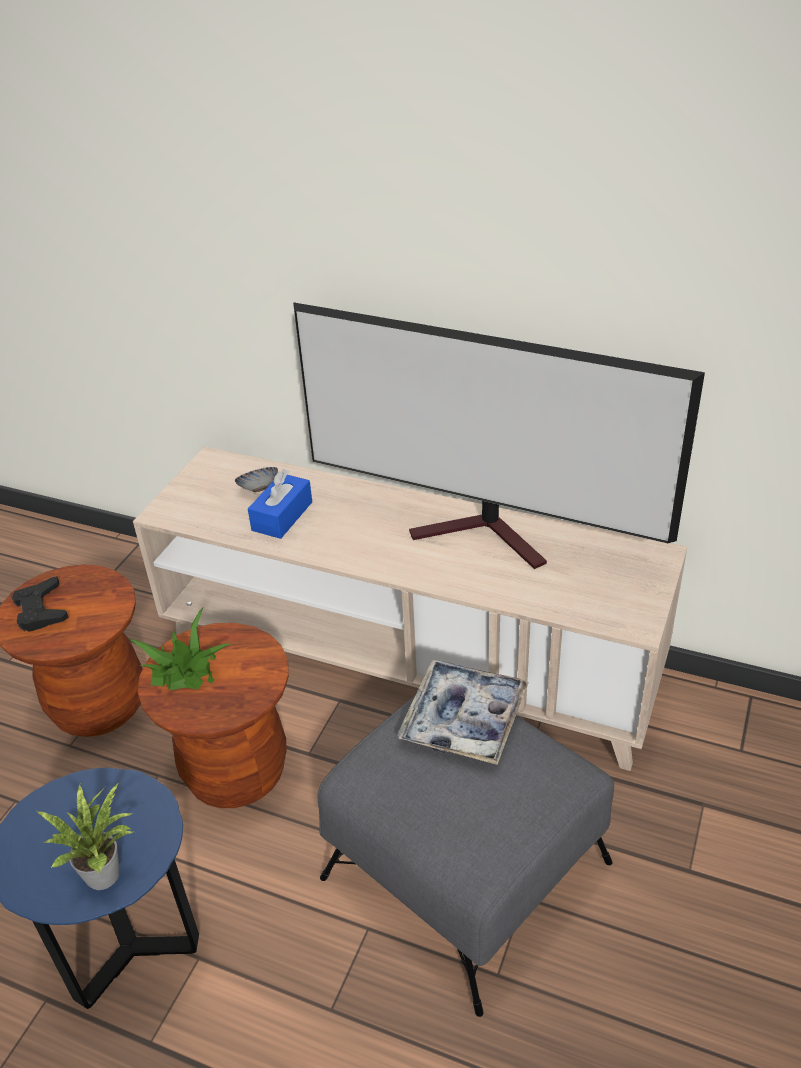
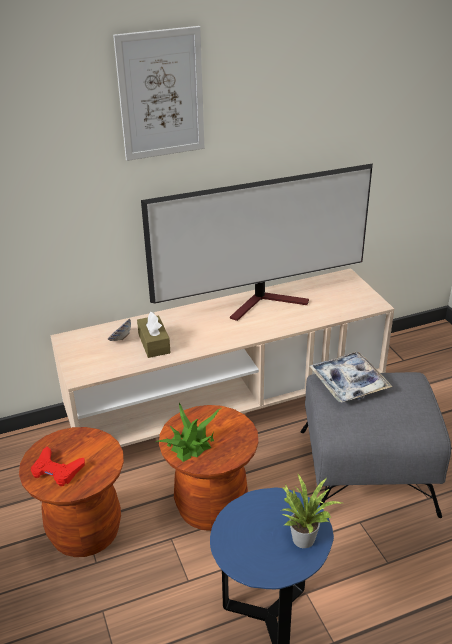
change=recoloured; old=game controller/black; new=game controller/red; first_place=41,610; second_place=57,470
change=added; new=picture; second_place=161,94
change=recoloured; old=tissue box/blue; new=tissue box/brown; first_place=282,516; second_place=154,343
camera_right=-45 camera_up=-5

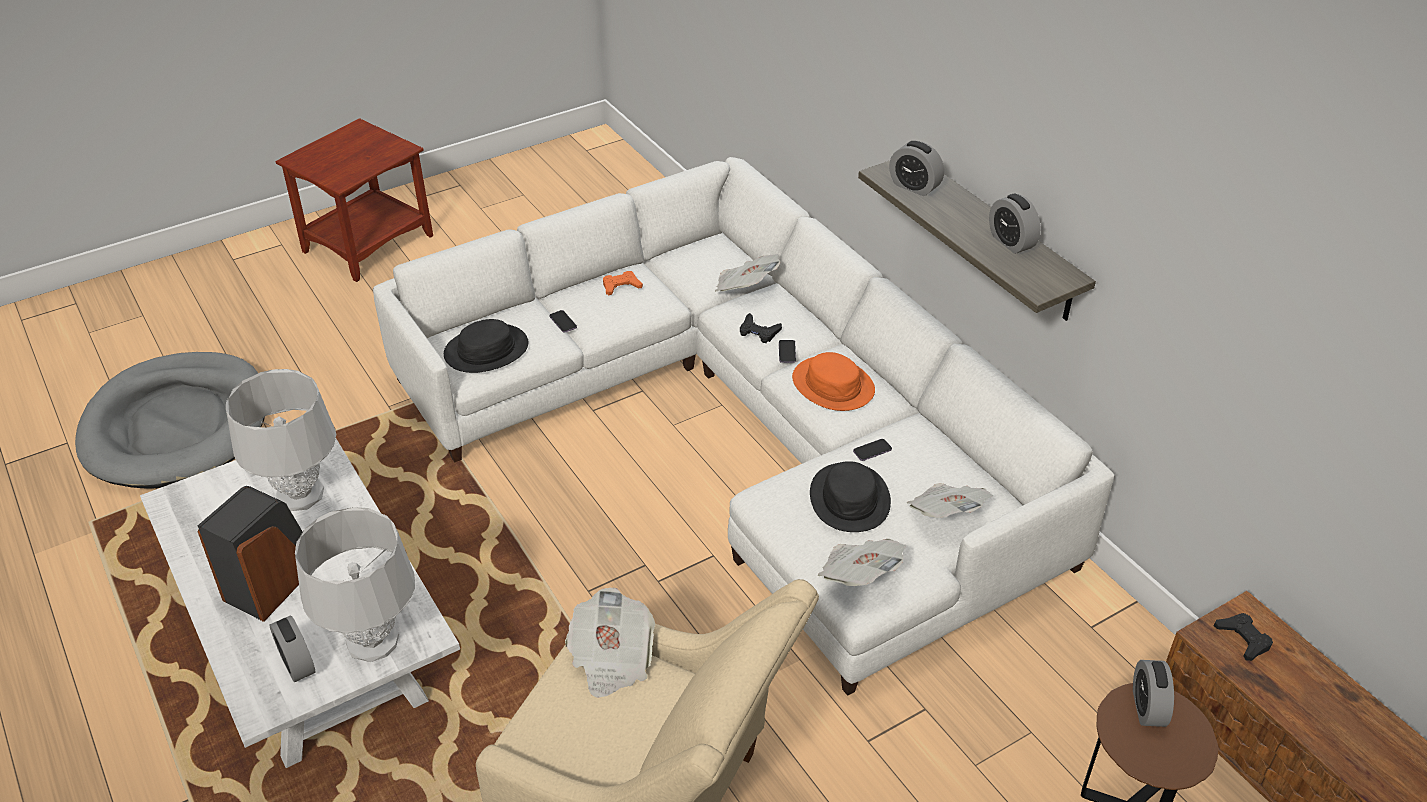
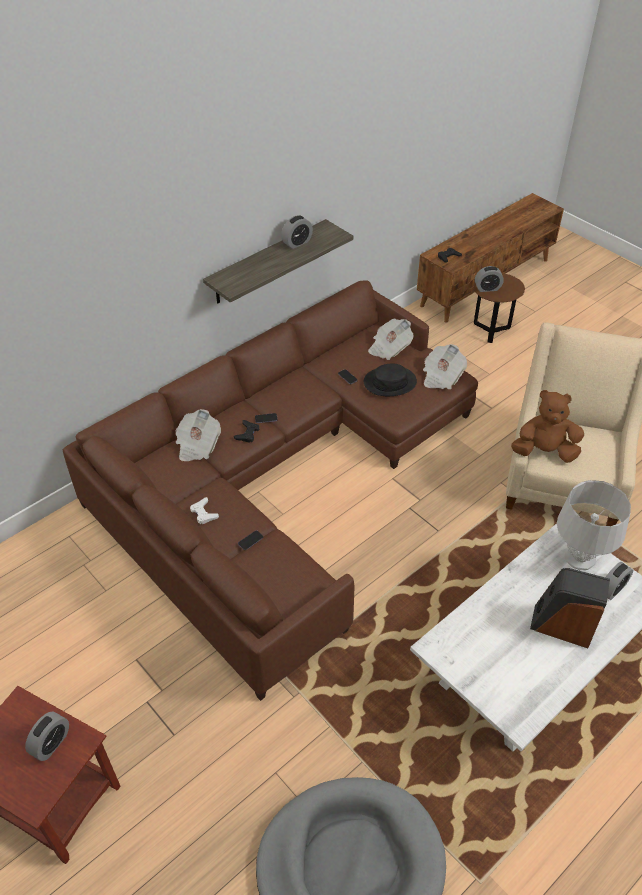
change=moved; old=alarm clock; first_place=914,186; second_place=51,743
change=recoloured; old=sofa/white; new=sofa/brown; first_place=746,427; second_place=278,477
change=recoloured; old=game controller/orange; new=game controller/white; first_place=621,286; second_place=203,513
change=replaced; old=newspaper; new=plush toy/brown; first_place=611,659; second_place=544,451
change=removed; old=table lamp/grey; first_place=300,494
change=removed; old=hat/black; first_place=486,350
change=removed; old=hat/orange; first_place=833,385
camera_right=-100 camera_up=5

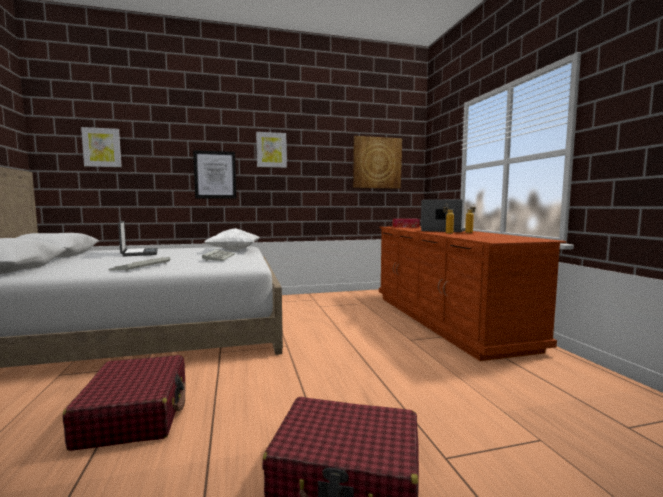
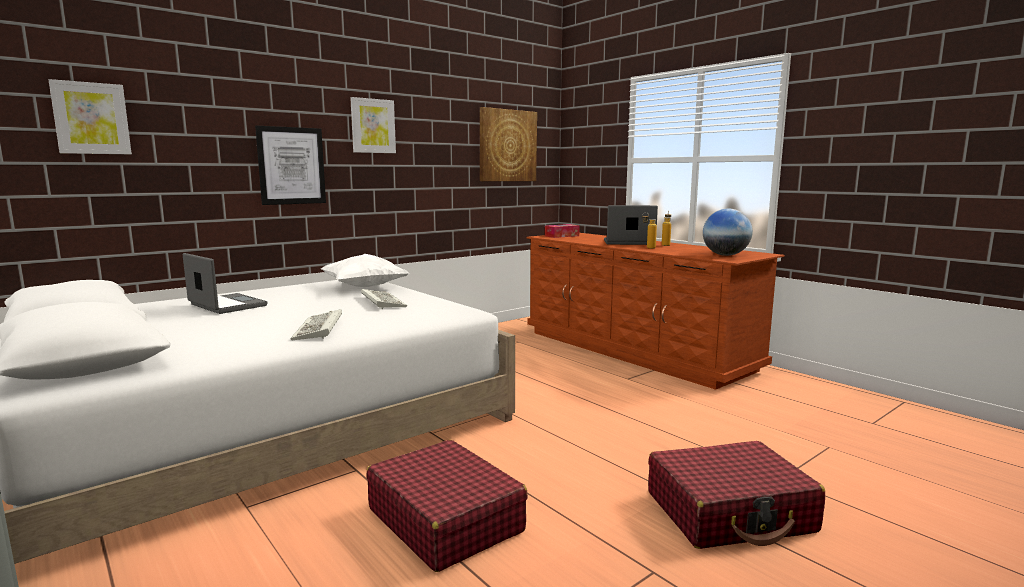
change=added; new=globe; second_place=725,255
camera_right=-25 camera_up=5

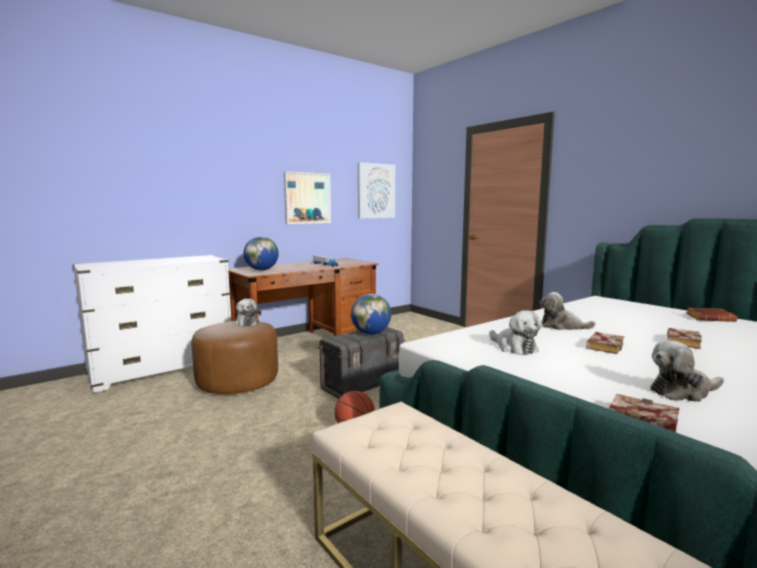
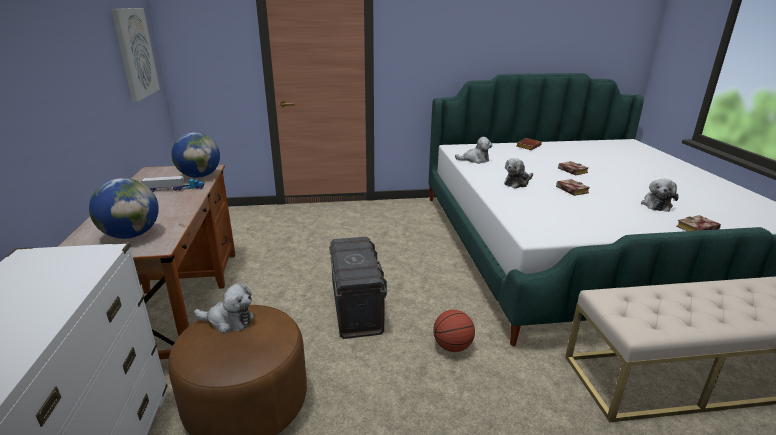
change=moved; old=globe; first_place=371,333; second_place=199,176
change=moved; old=plush toy; first_place=514,347; second_place=475,160
change=removed; old=picture; first_place=307,198
camera_right=-60 camera_up=15

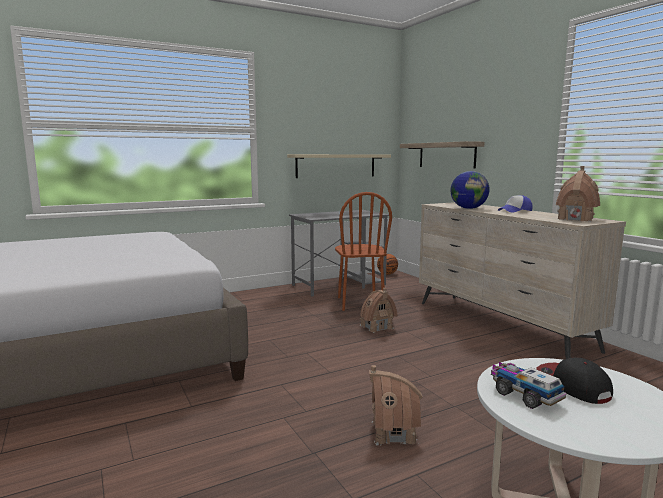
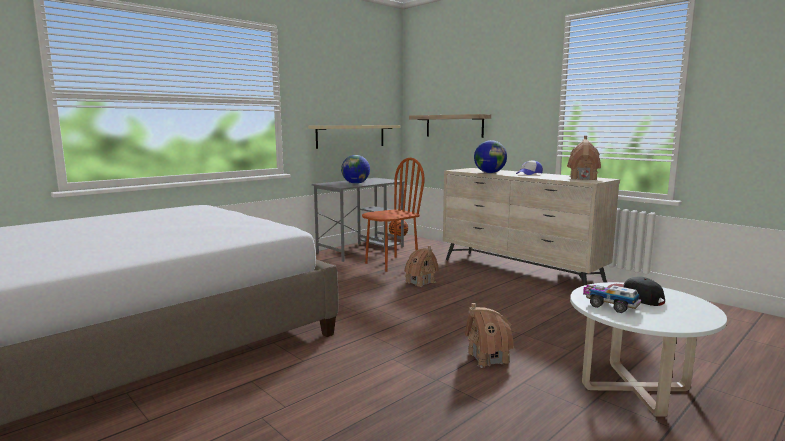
change=added; new=globe; second_place=356,183
change=turned; old=chair/brown; first_place=360,303; second_place=391,264; degrees=-105
camera_right=-15 camera_up=0

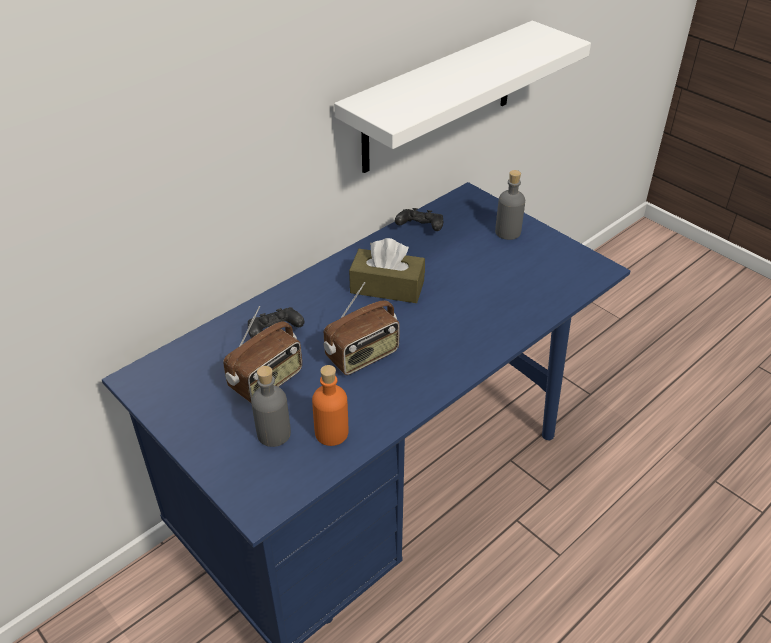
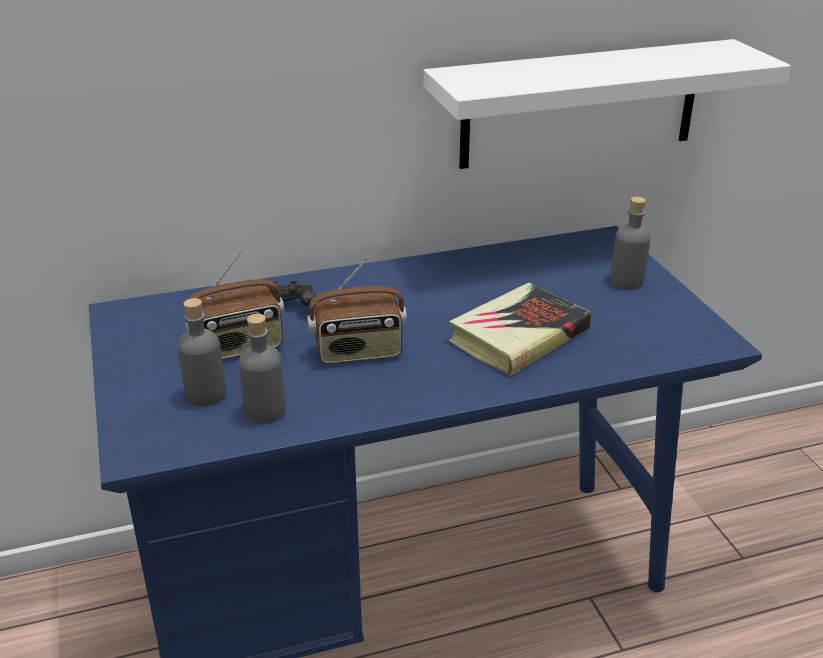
change=recoloured; old=bottle/orange; new=bottle/grey; first_place=331,433; second_place=265,411
change=added; new=book; second_place=519,336
change=removed; old=tissue box/brown; first_place=387,287
change=removed; old=game controller/black; first_place=420,229
camera_right=25 camera_up=-10

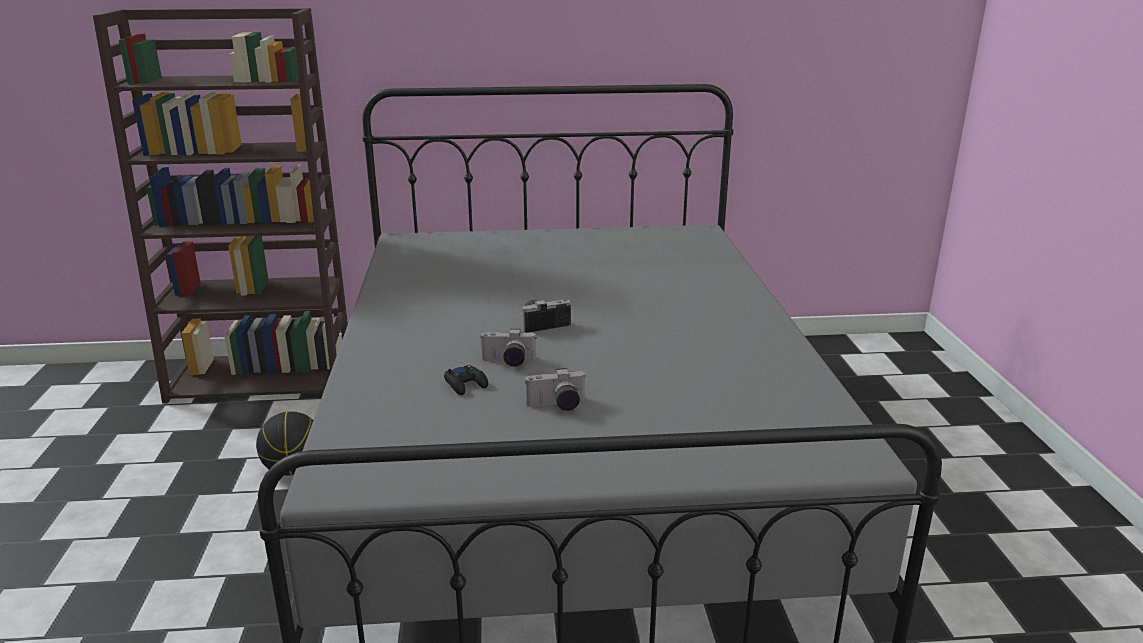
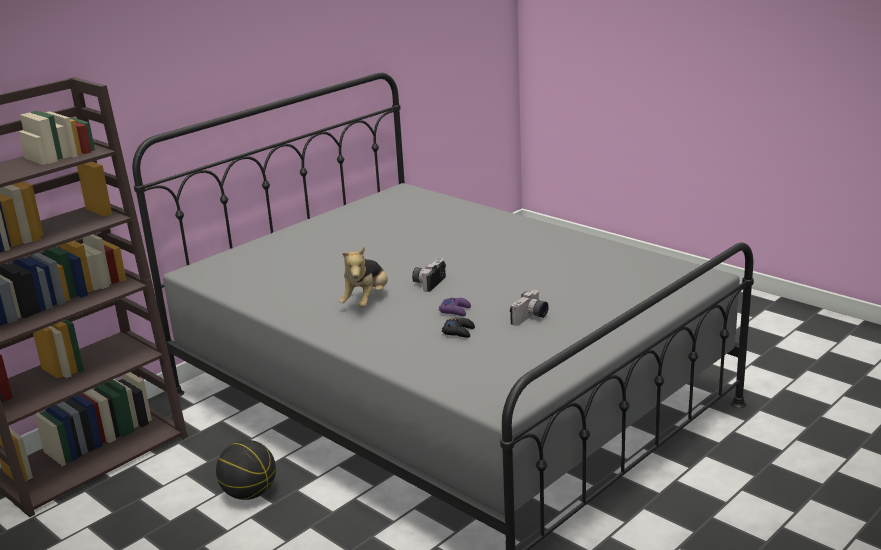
change=added; new=plush toy; second_place=366,301
change=replaced; old=photo camera; new=game controller/purple; first_place=508,362; second_place=455,310
camera_right=-40 camera_up=0

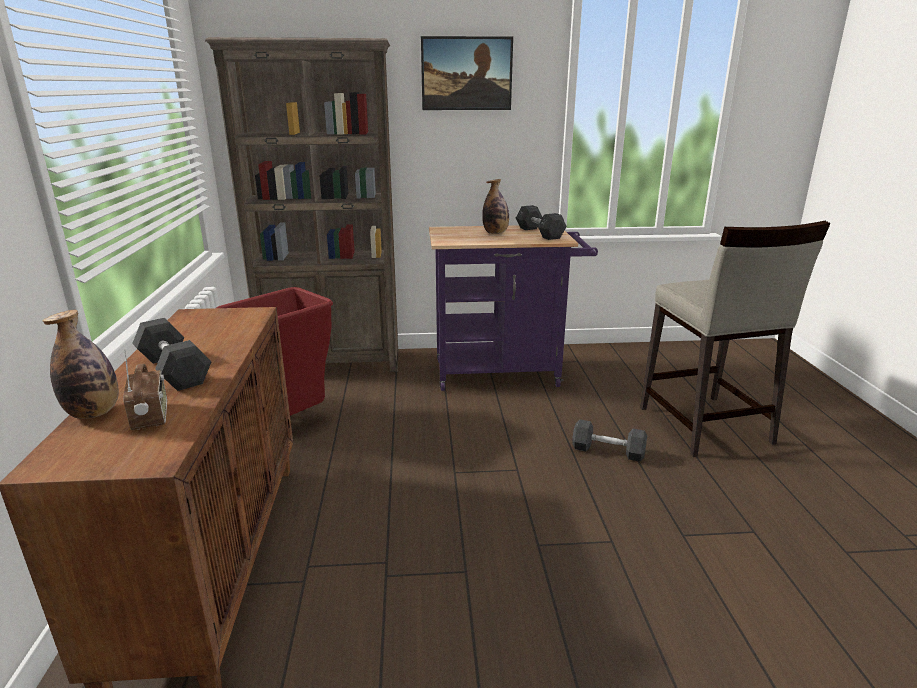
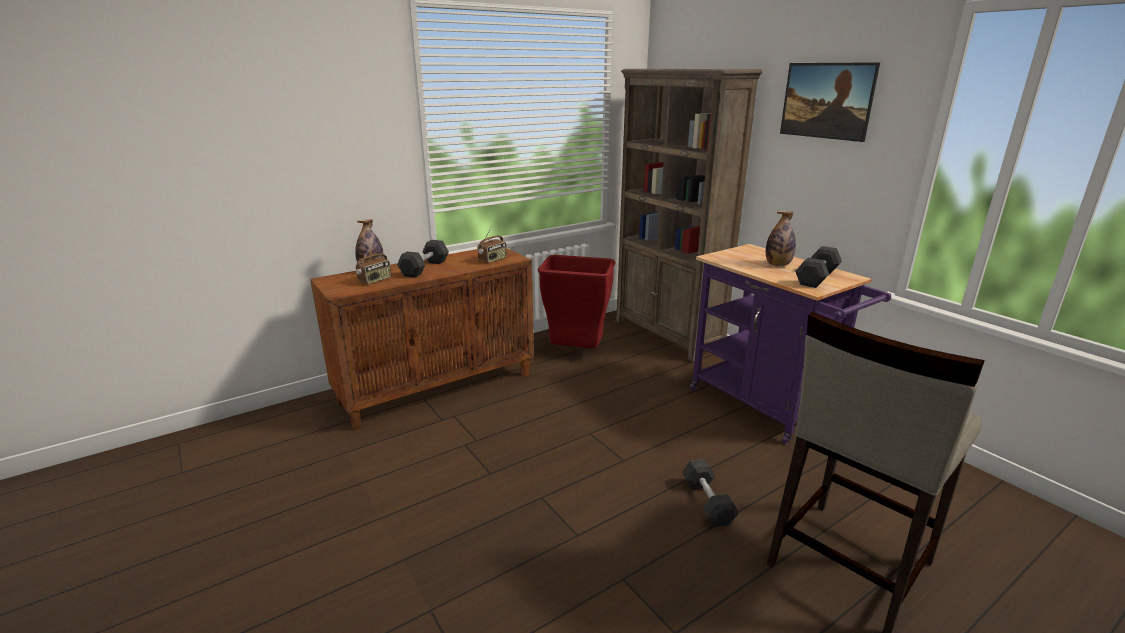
change=added; new=radio; second_place=493,260
camera_right=60 camera_up=0

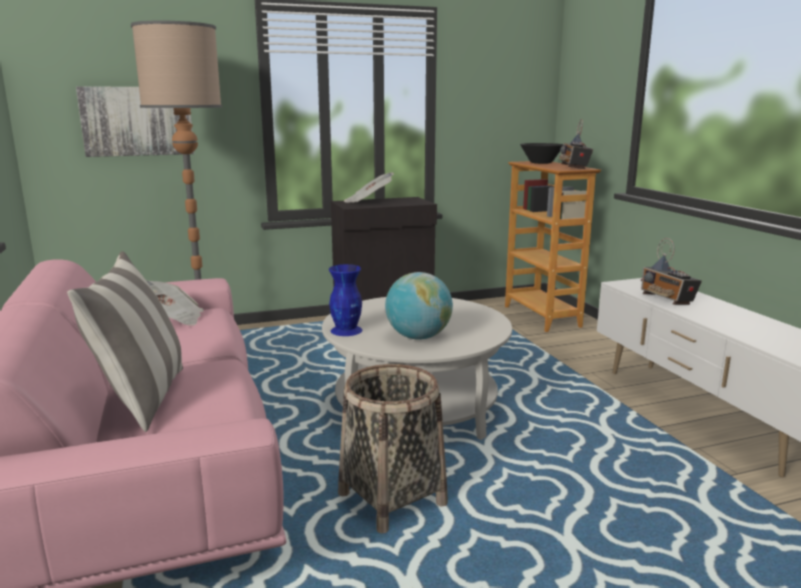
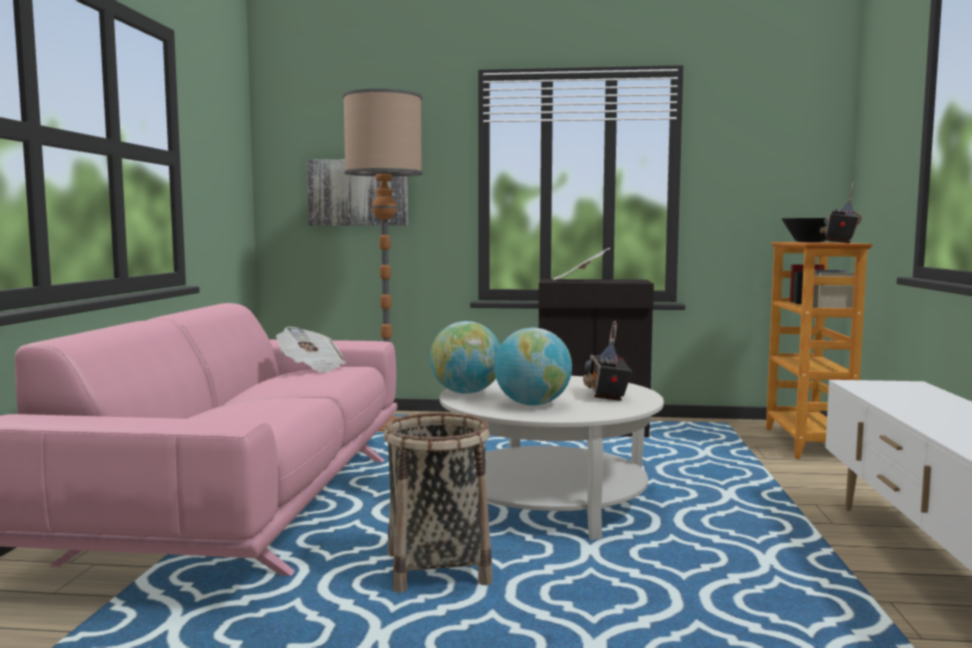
change=replaced; old=vase/blue; new=globe; first_place=347,330; second_place=466,393
change=moved; old=radio; first_place=667,300; second_place=607,395
change=removed; old=pillow; first_place=142,398
camera_right=25 camera_up=-10

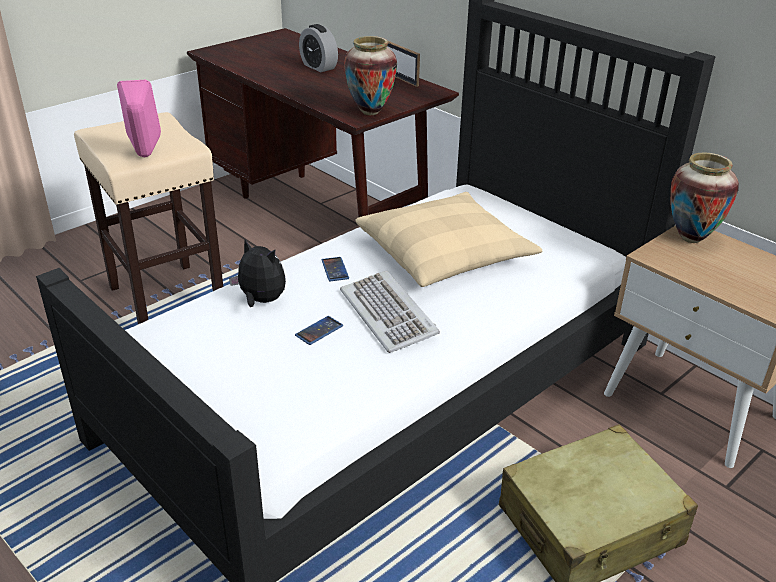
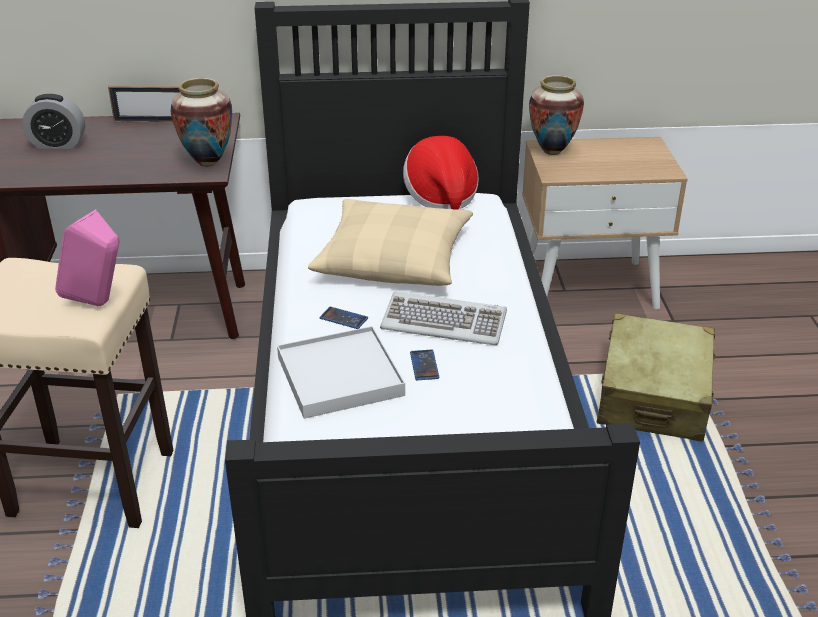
change=replaced; old=plush toy; new=tray/white; first_place=261,301; second_place=339,376
change=added; new=hat; second_place=441,197
camera_right=-50 camera_up=0

